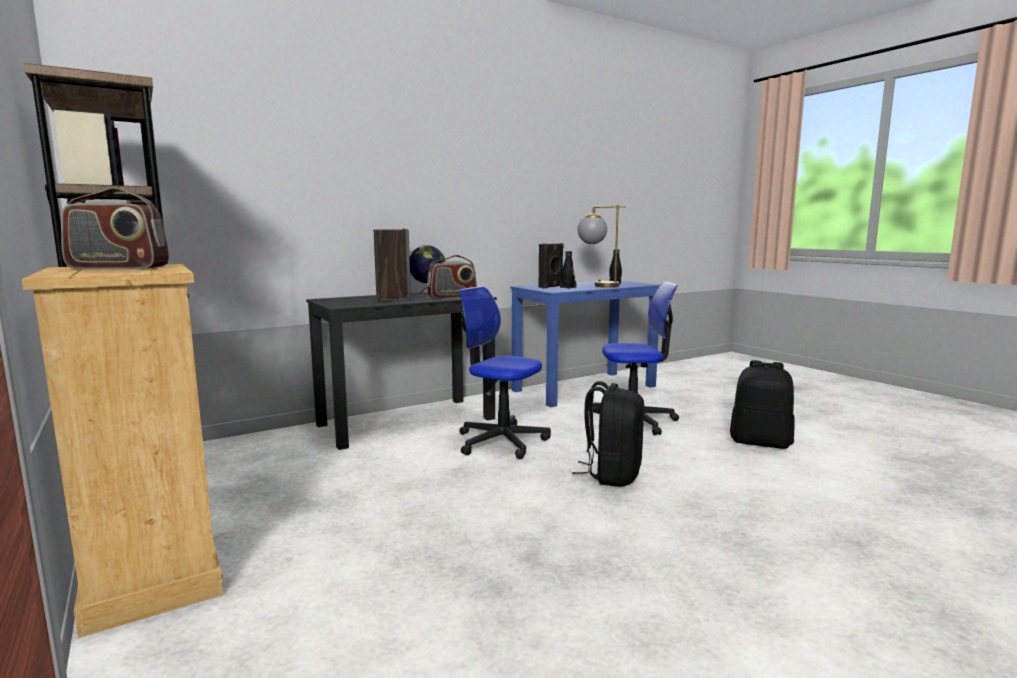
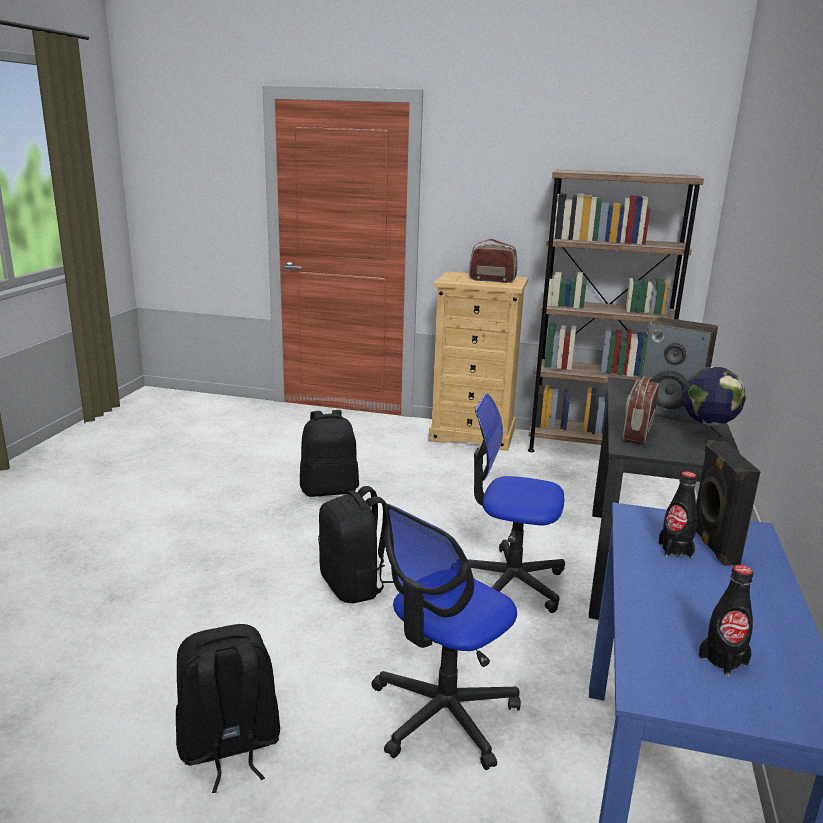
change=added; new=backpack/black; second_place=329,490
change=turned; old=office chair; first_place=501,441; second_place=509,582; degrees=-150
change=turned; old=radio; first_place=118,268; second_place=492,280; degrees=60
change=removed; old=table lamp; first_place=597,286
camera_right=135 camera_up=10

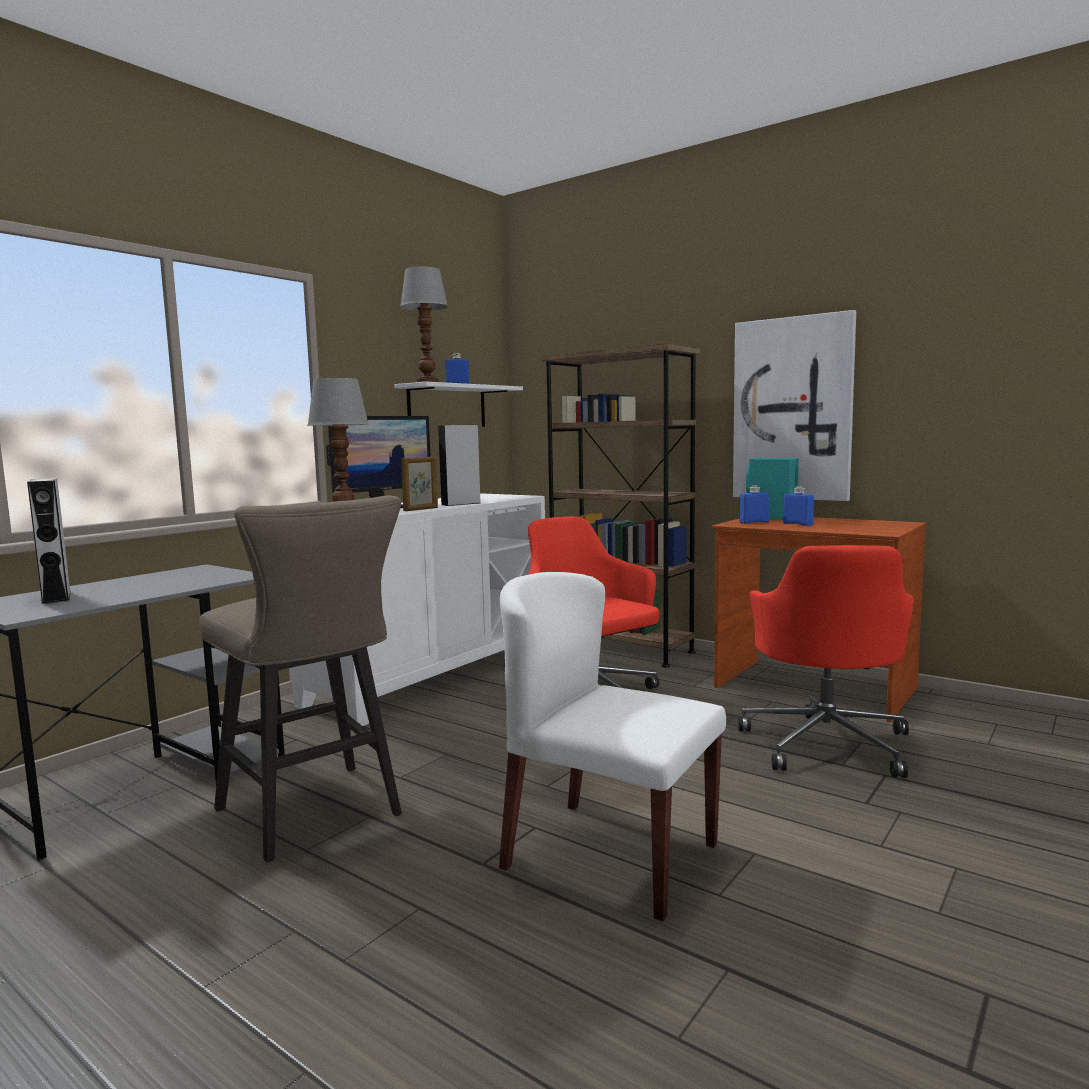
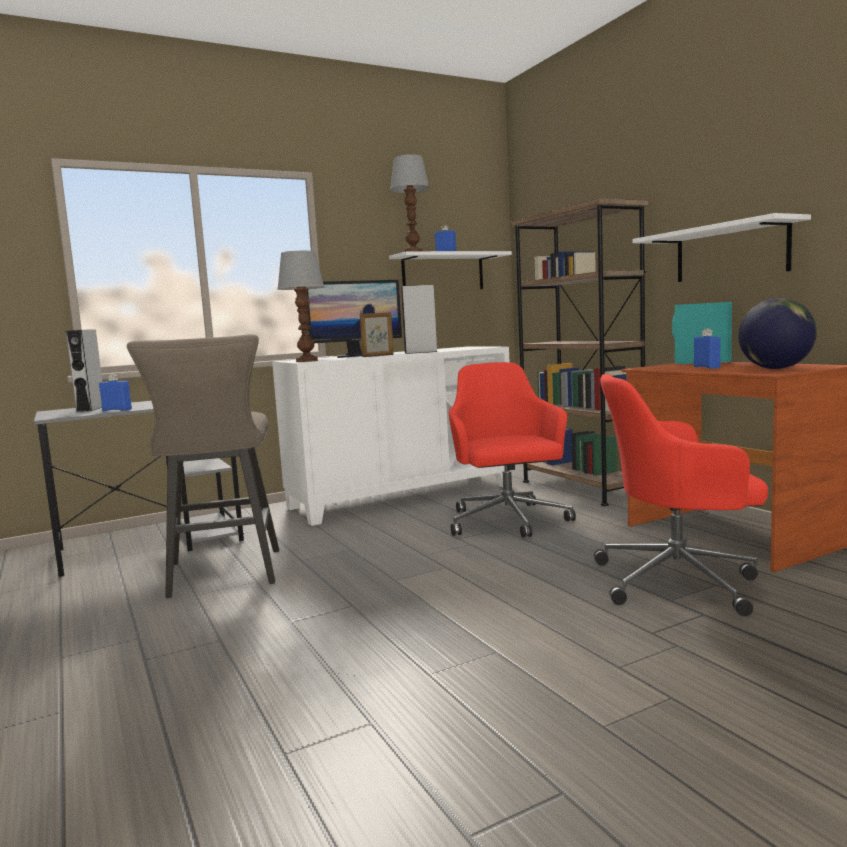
change=moved; old=bottle/blue; first_place=754,522; second_place=117,410
change=turned; old=office chair/red; first_place=826,743; second_place=679,581; degrees=60
change=replaced; old=picture; new=shelf/white; first_place=792,409; second_place=730,252
change=added; new=globe; second_place=775,369
change=removed; old=chair/white; first_place=608,855
camera_right=25 camera_up=0

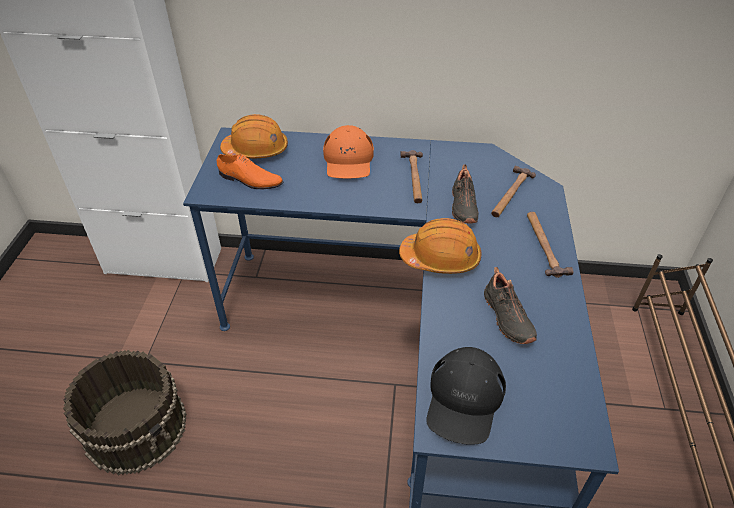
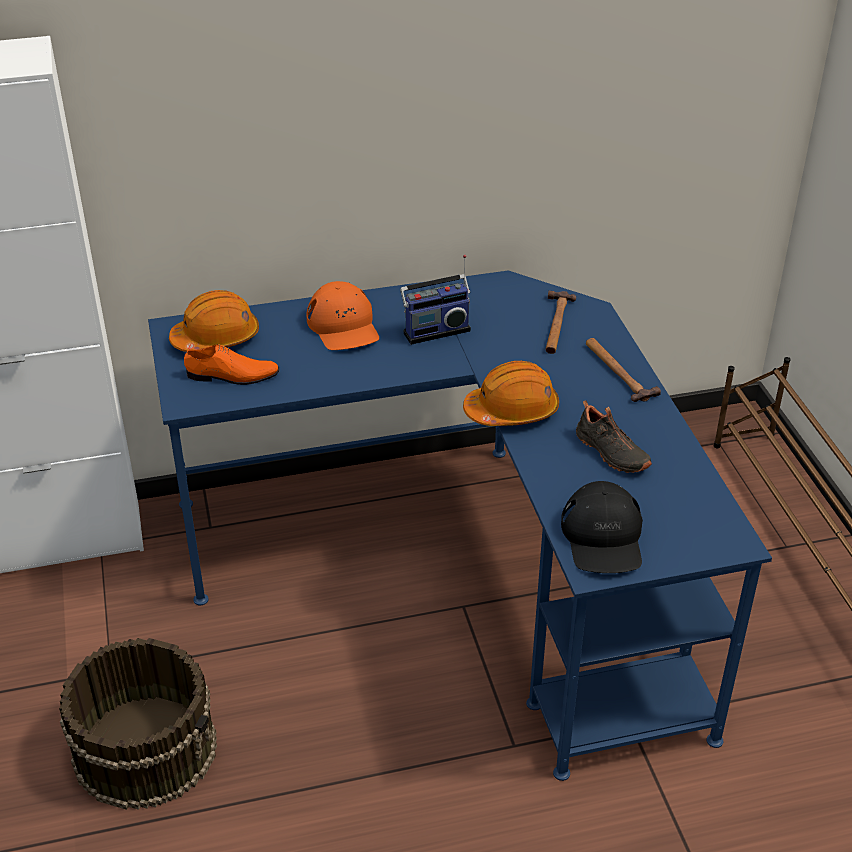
change=replaced; old=hammer; new=radio; first_place=414,178; second_place=435,330
change=removed; old=shoe/black; first_place=462,206
camera_right=-20 camera_up=-5

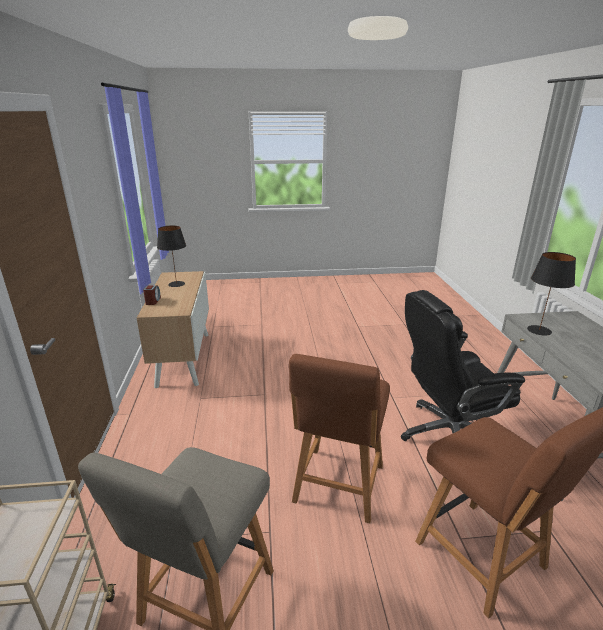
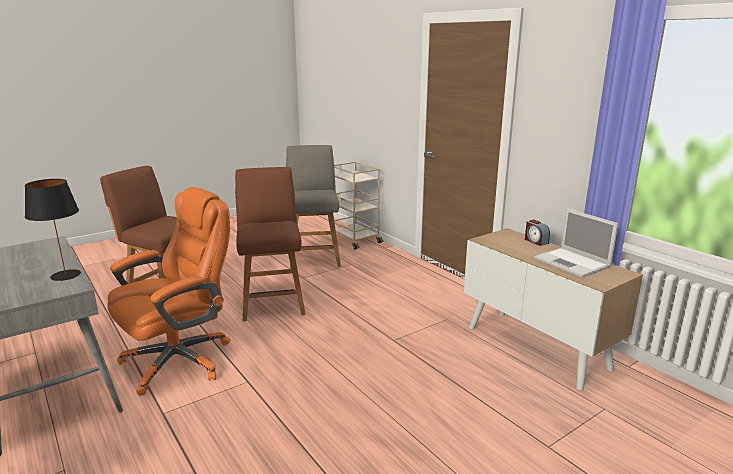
change=recoloured; old=office chair/black; new=office chair/orange; first_place=447,434; second_place=180,360
change=replaced; old=table lamp/black; new=laptop; first_place=176,284; second_place=572,263
camera_right=150 camera_up=-5

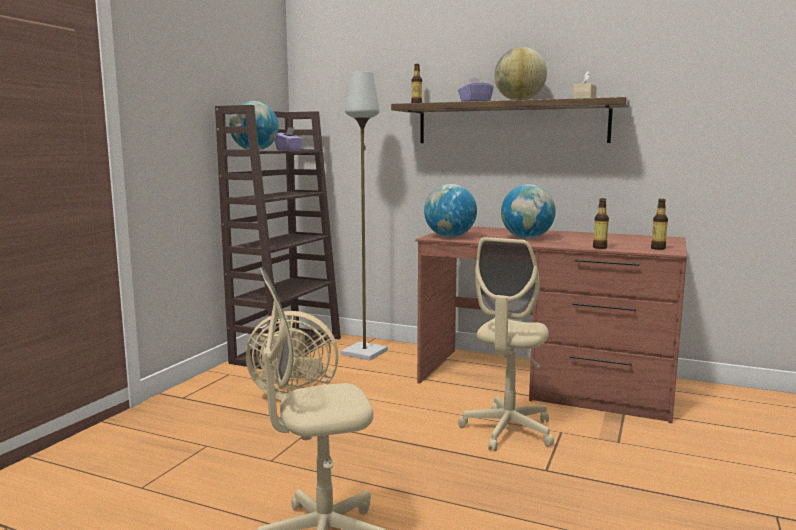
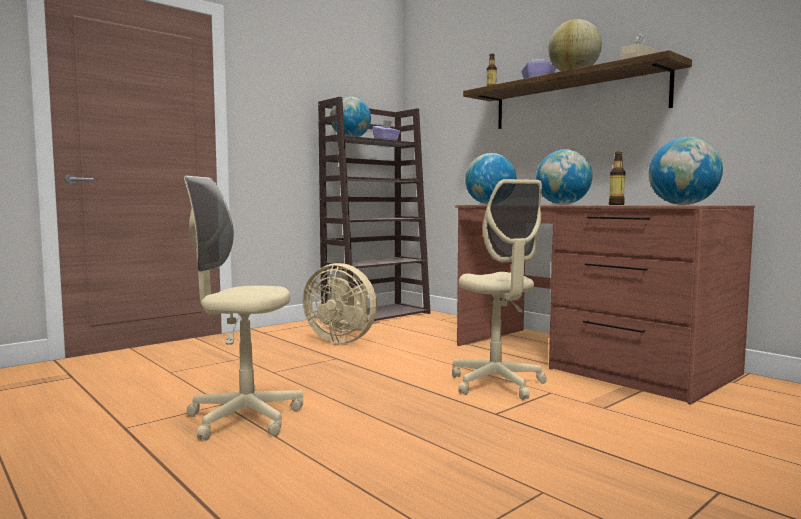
change=turned; old=office chair/beige; first_place=508,431; second_place=497,384; degrees=-75
change=replaced; old=bottle; new=globe; first_place=658,248; second_place=683,205
change=removed; old=floor lamp/grey; first_place=364,352
camera_right=25 camera_up=-5

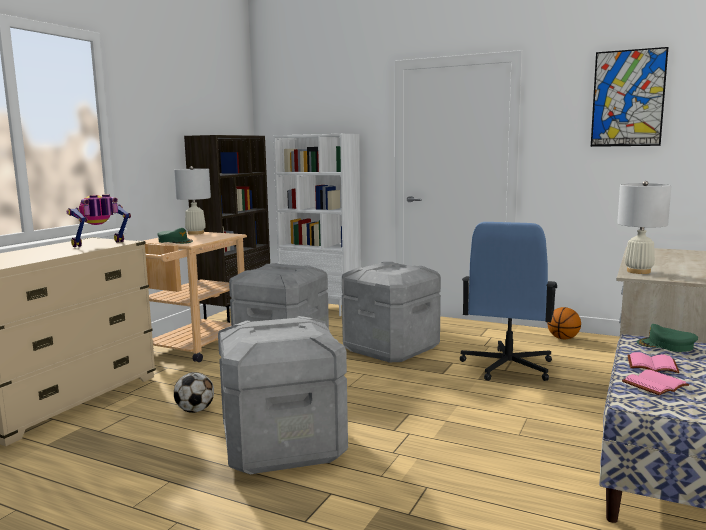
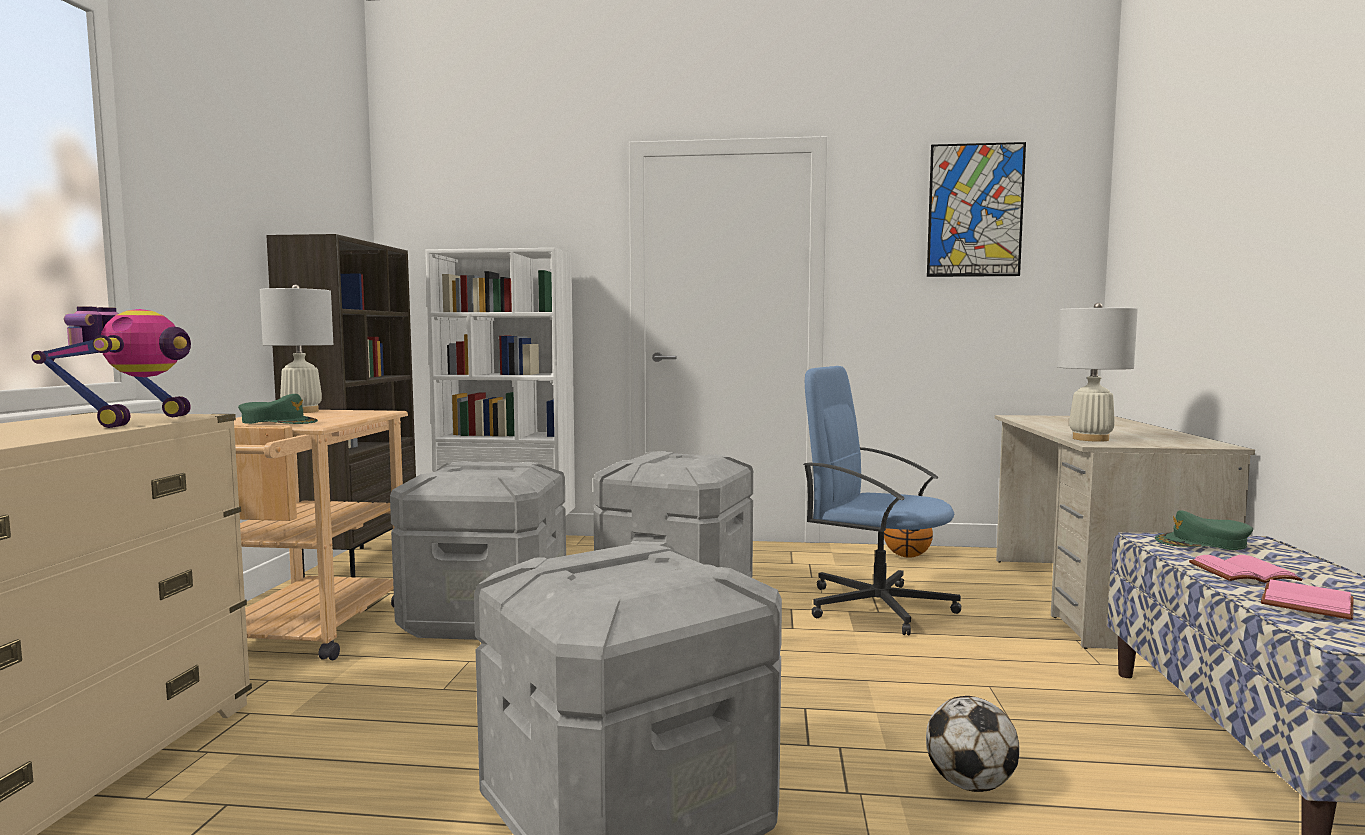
change=turned; old=toy robot; first_place=100,245; second_place=132,421; degrees=150
change=turned; old=office chair/blue; first_place=507,367; second_place=876,606; degrees=120
change=moved; old=football; first_place=195,410; second_place=970,784
camera_right=-20 camera_up=-5

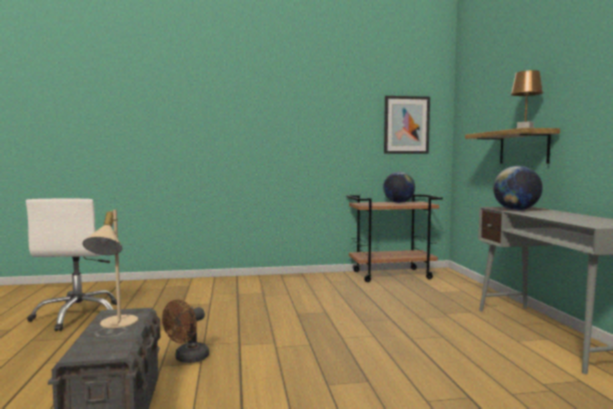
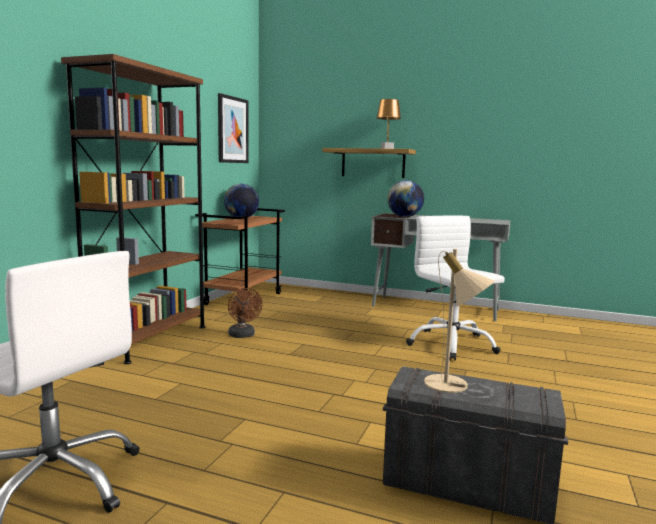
change=added; new=bookcase/brown; second_place=149,339
change=moved; old=fan/brown; first_place=188,359; second_place=243,335
change=added; new=office chair/white; second_place=451,344
camera_right=-60 camera_up=5

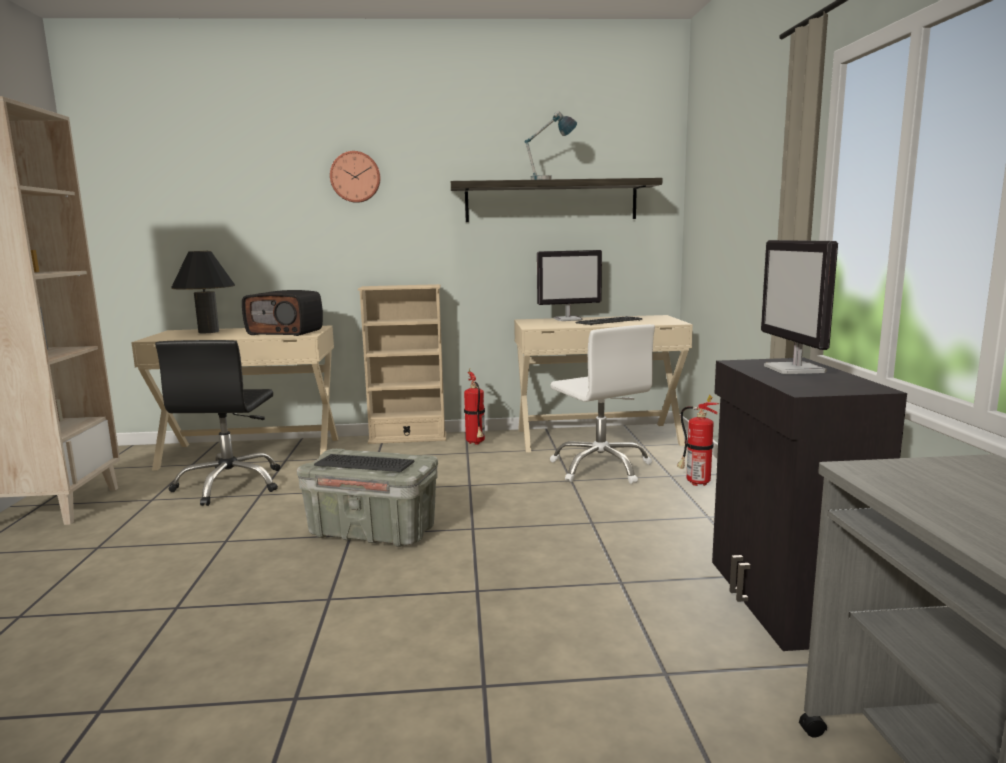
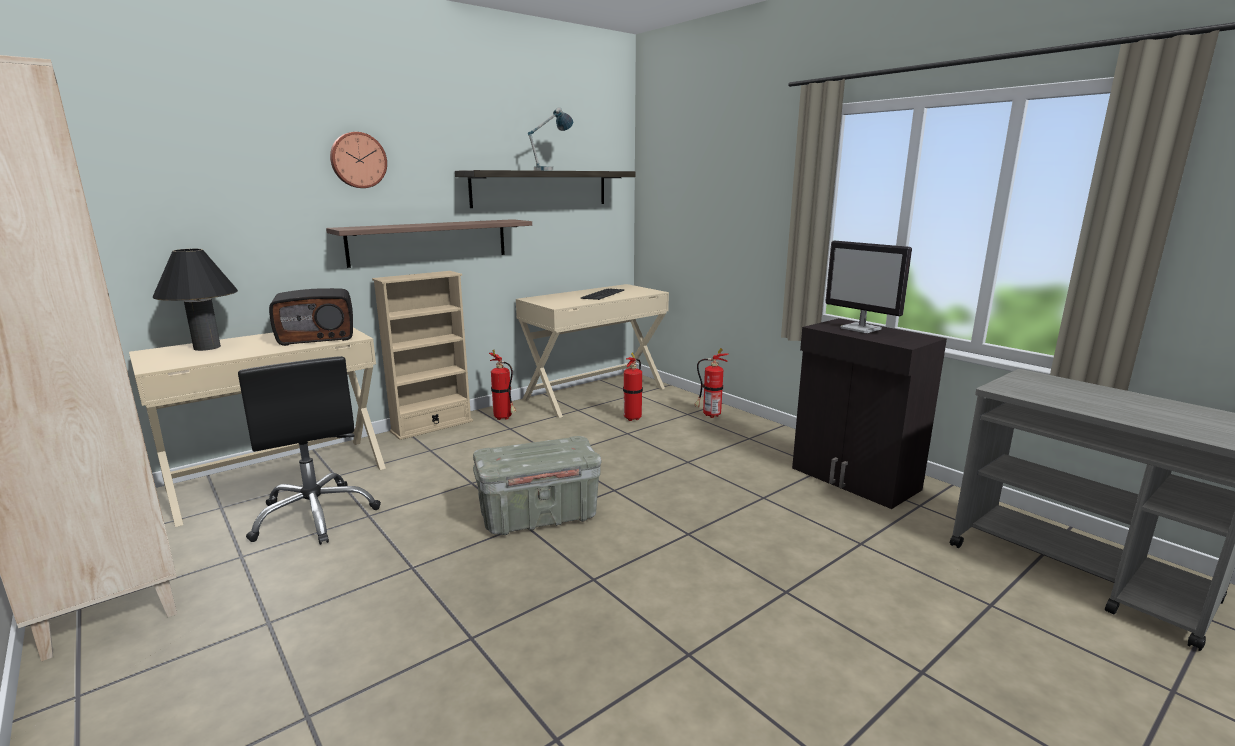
change=added; new=shelf; second_place=430,242
change=replaced; old=office chair/white; new=fire extinguisher; first_place=601,467; second_place=633,418
change=removed; old=keyboard; first_place=365,464
change=removed; old=monitor; first_place=568,319
camera_right=-35 camera_up=5

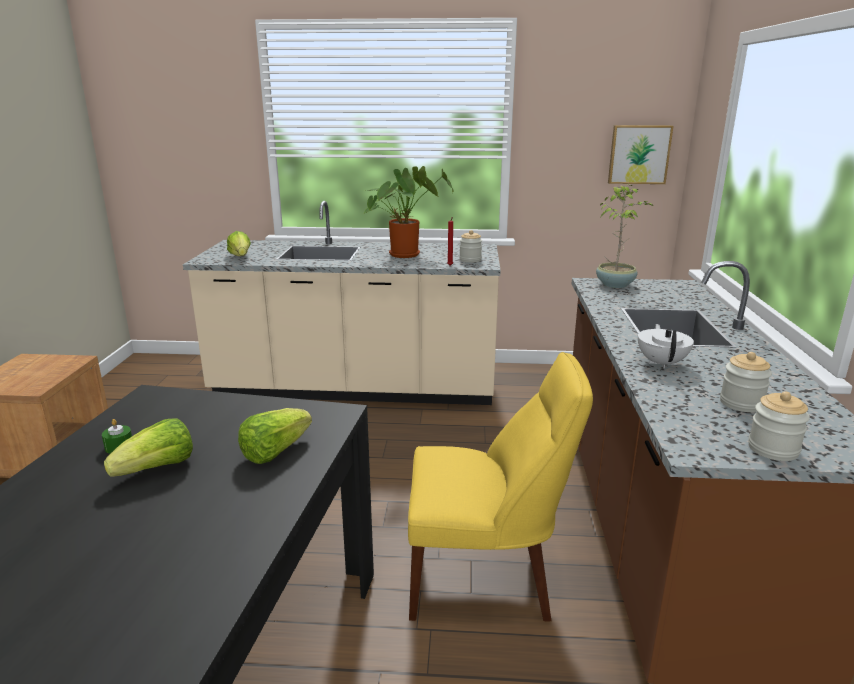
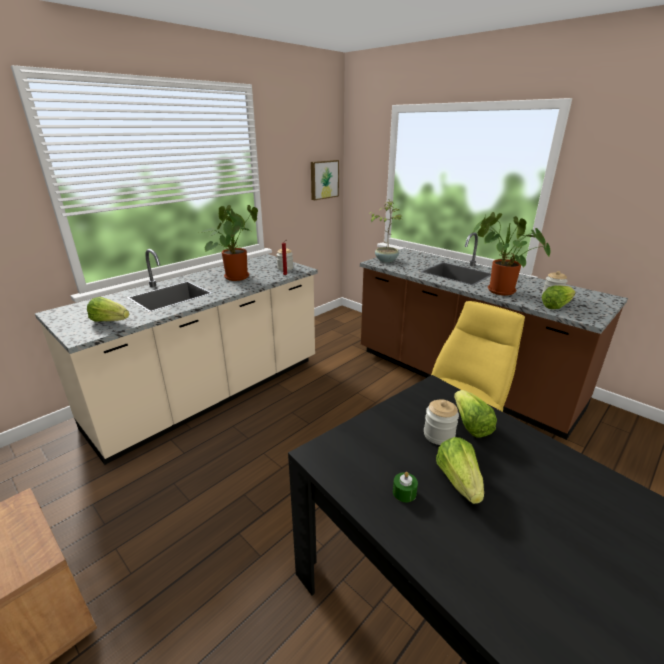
change=moved; old=jar; first_place=773,449; second_place=439,435
change=replaced; old=teapot/white; new=potted plant; first_place=662,363; second_place=497,290
change=added; new=lettuce; second_place=556,306
camera_right=-50 camera_up=5

